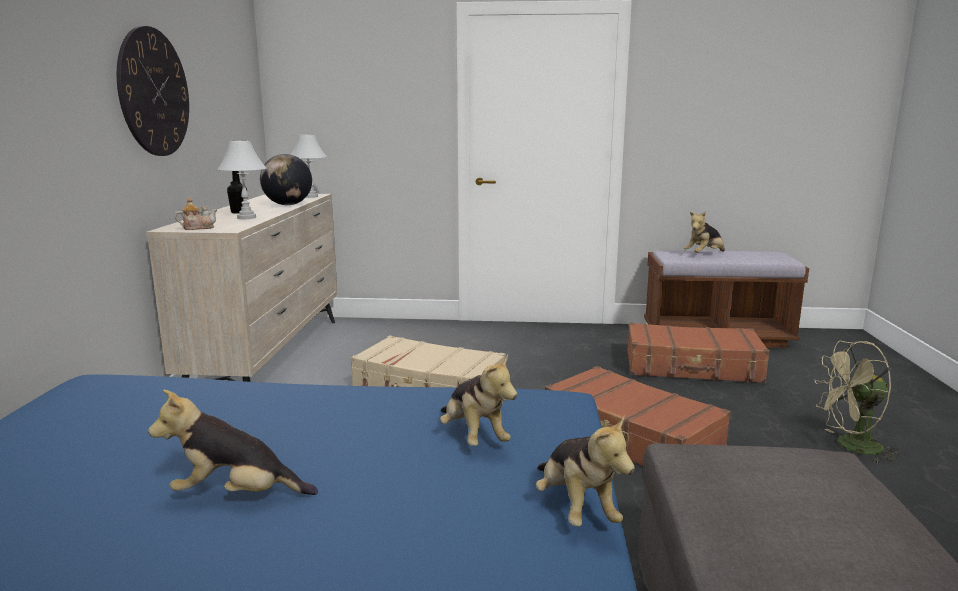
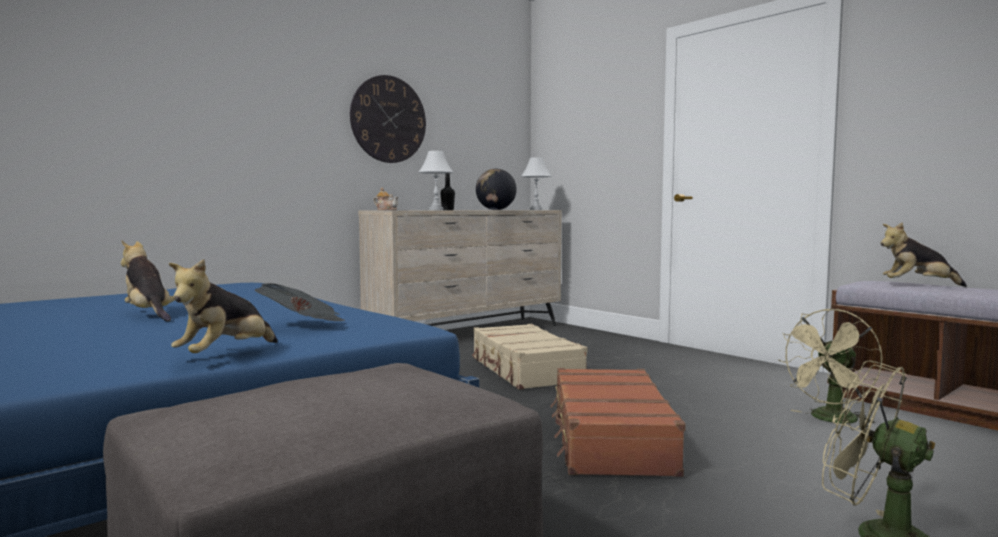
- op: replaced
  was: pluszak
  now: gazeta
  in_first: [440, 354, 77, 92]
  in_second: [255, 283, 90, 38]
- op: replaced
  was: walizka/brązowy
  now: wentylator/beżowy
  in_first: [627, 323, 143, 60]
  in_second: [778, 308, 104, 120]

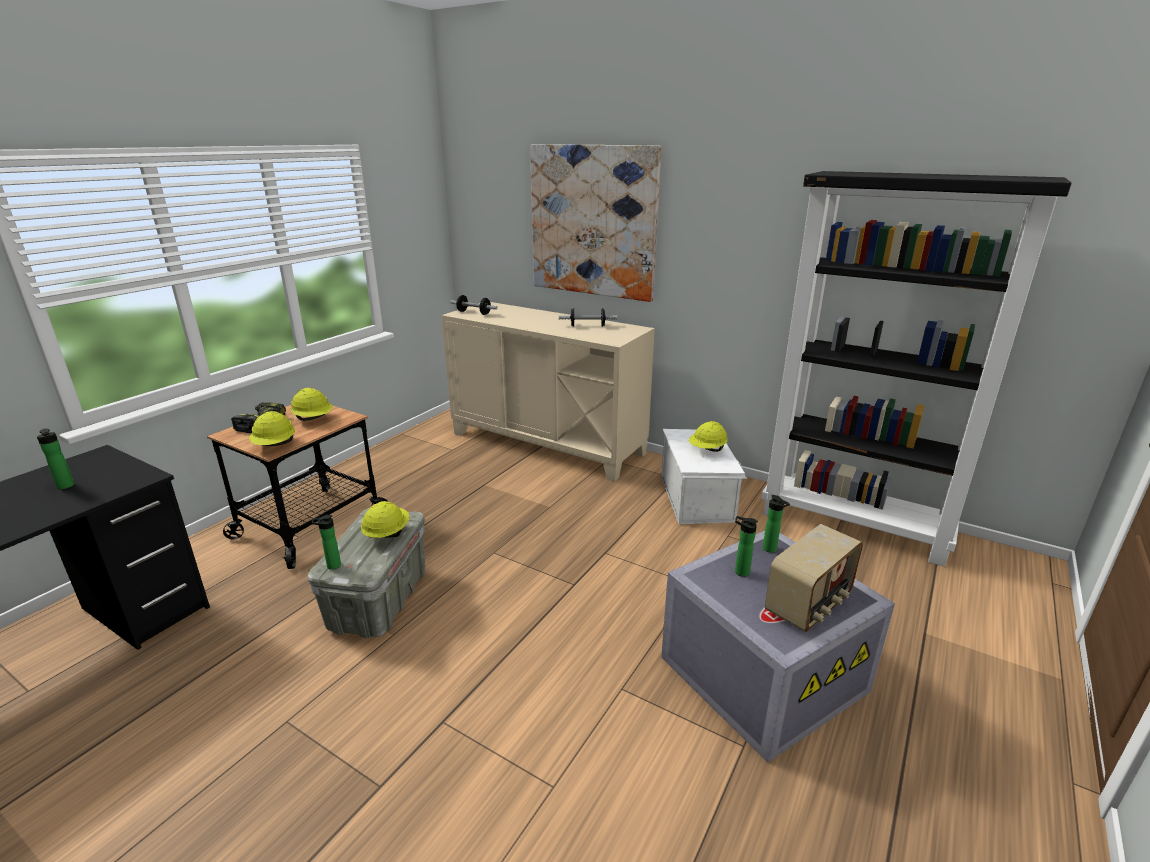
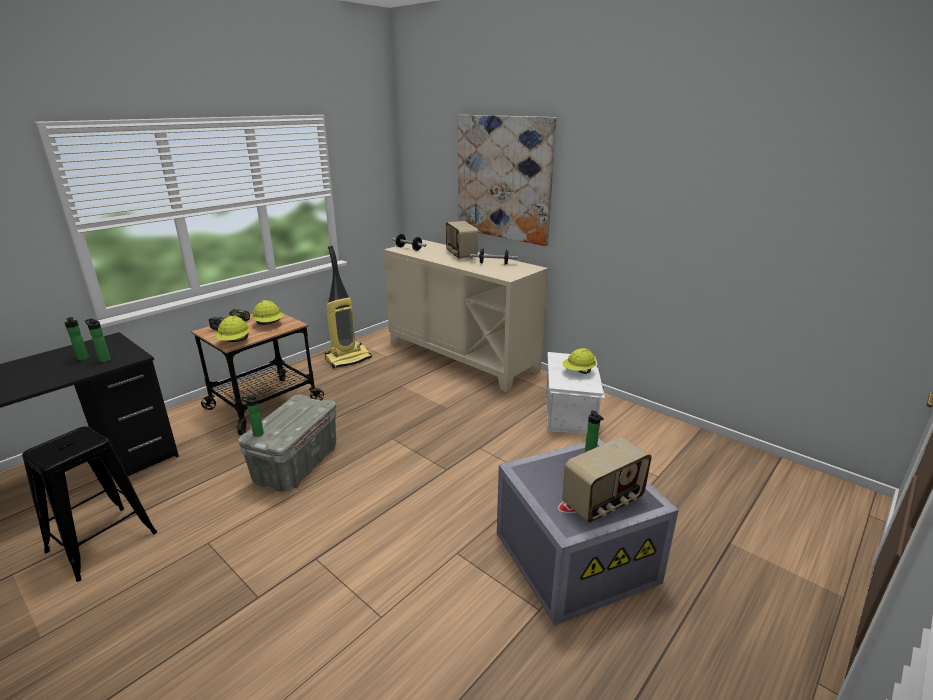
- op: added
  now: stołek/czarny
  in_second: [22, 426, 135, 156]
- op: moved
  was: butelka
  in_first: [735, 516, 23, 61]
  in_second: [85, 318, 26, 44]
- op: added
  now: odkurzacz
  in_second: [325, 246, 47, 122]
- op: added
  now: radio
  in_second: [446, 221, 32, 38]
- op: removed
  was: kask/żółty
  in_first: [361, 501, 48, 37]
- op: removed
  was: regał/czarny
  in_first: [761, 171, 311, 396]

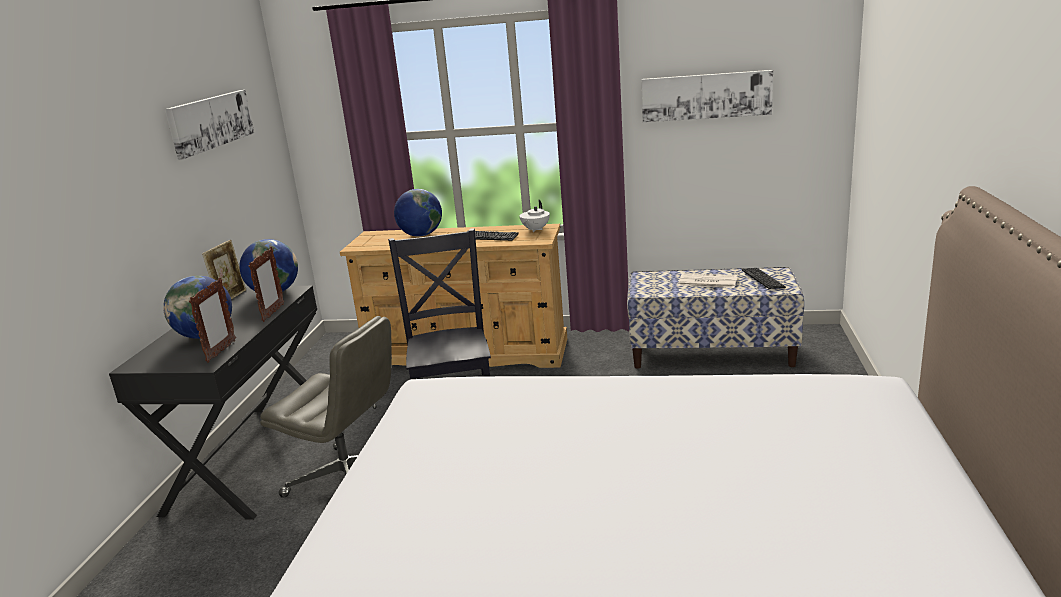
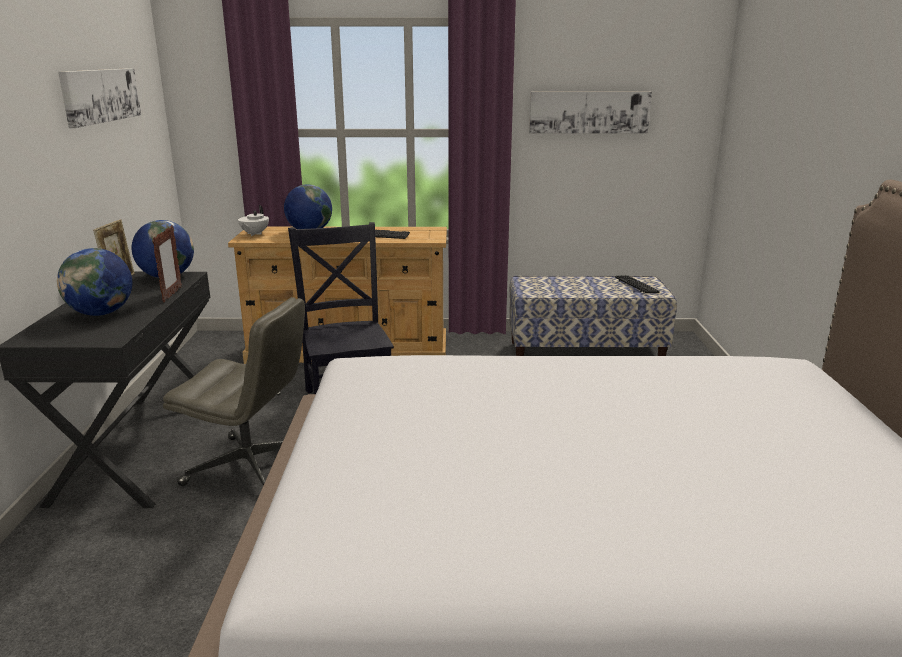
- op: moved
  was: imbryk/biały
  in_first: [520, 200, 30, 32]
  in_second: [238, 205, 31, 31]
- op: removed
  was: ramka na zdjęcie
  in_first: [189, 278, 47, 85]
- op: removed
  was: gazeta
  in_first: [678, 273, 59, 15]

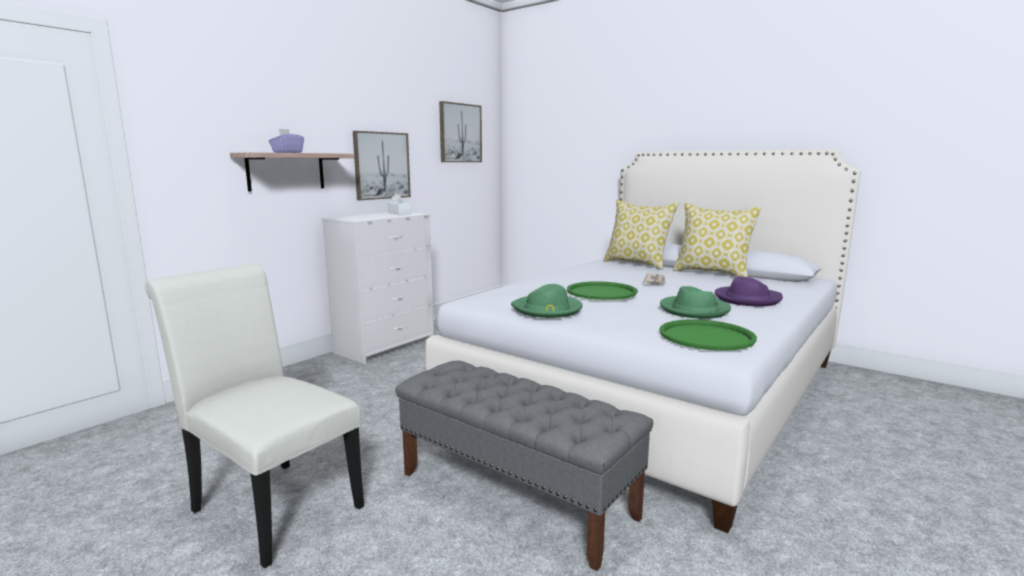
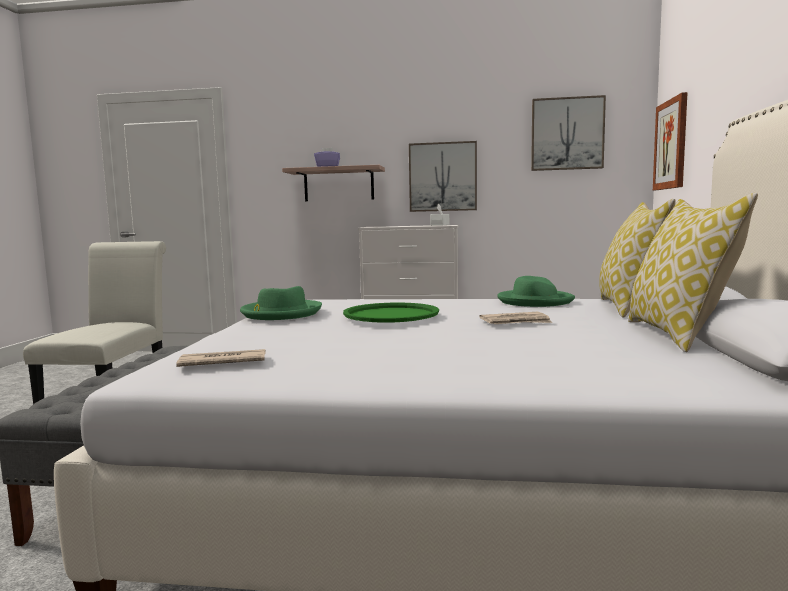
- op: replaced
  was: taca/zielony
  now: gazeta
  in_first: [659, 319, 98, 32]
  in_second: [176, 349, 90, 18]
- op: moved
  was: kapelusz/zielony
  in_first: [660, 286, 71, 33]
  in_second: [497, 276, 78, 31]
- op: added
  now: obraz
  in_second: [653, 92, 35, 98]
- op: removed
  was: kapelusz/fioletowy
  in_first: [715, 276, 68, 31]

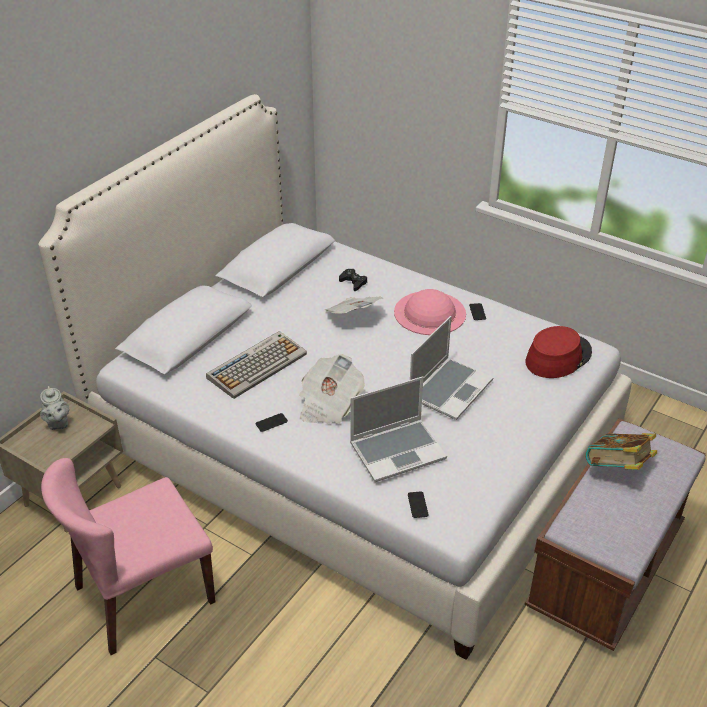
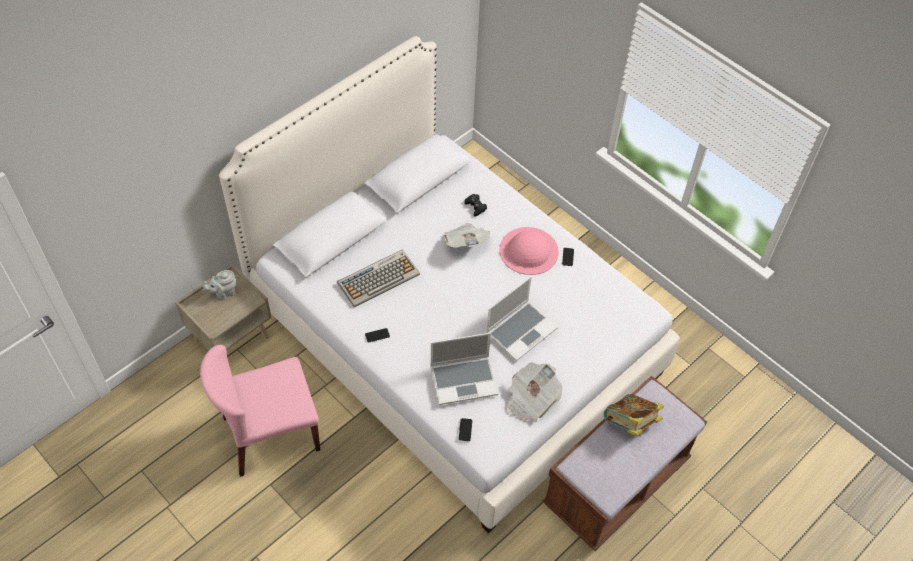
- op: turned
  was: imbryk/szary
  in_first: [40, 386, 29, 44]
  in_second: [203, 270, 33, 29]
  clockwise: 75
- op: moved
  was: gazeta
  in_first: [299, 354, 66, 70]
  in_second: [506, 362, 56, 60]
- op: removed
  was: kapelusz/czerwony
  in_first: [526, 326, 66, 52]

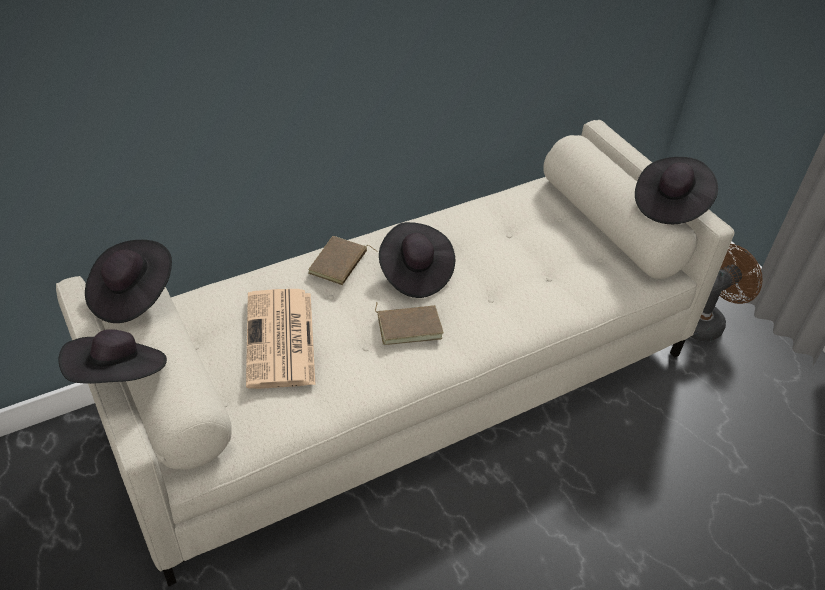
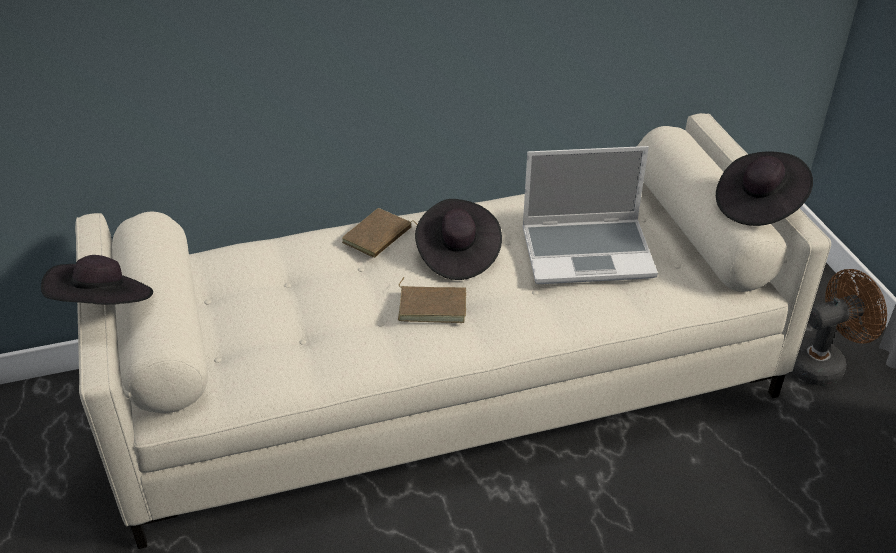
- op: added
  now: laptop
  in_second: [523, 146, 135, 138]
- op: removed
  was: kapelusz/czarny
  in_first: [85, 240, 87, 83]
- op: removed
  was: gazeta
  in_first: [246, 289, 69, 100]

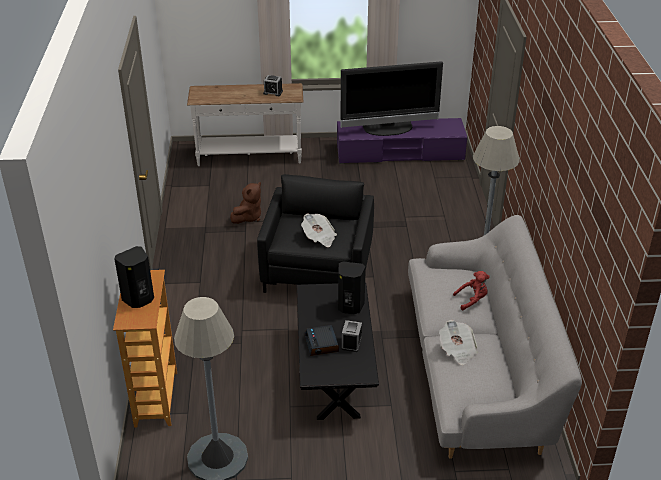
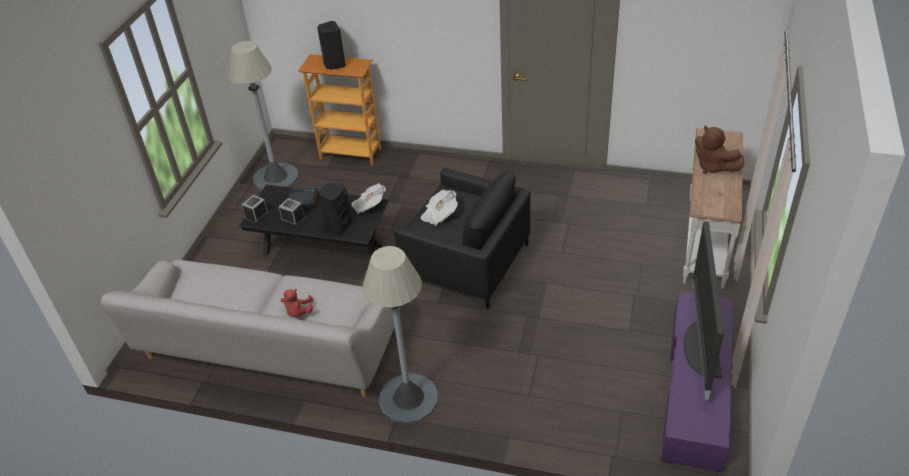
- op: moved
  was: budzik
  in_first: [263, 75, 20, 21]
  in_second: [242, 195, 27, 29]
- op: moved
  was: gazeta
  in_first: [439, 320, 39, 45]
  in_second: [351, 183, 35, 31]
- op: moved
  was: pluszak/brązowy
  in_first: [230, 182, 31, 42]
  in_second: [695, 126, 49, 48]

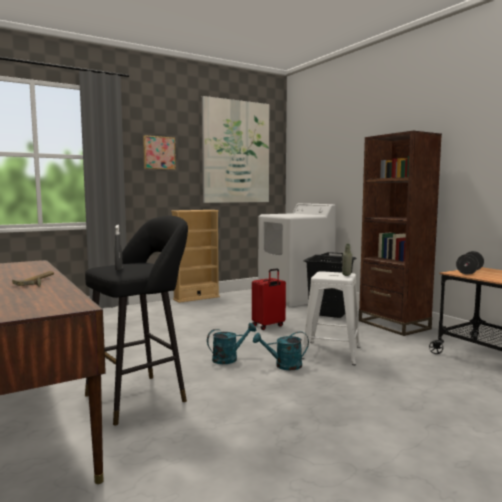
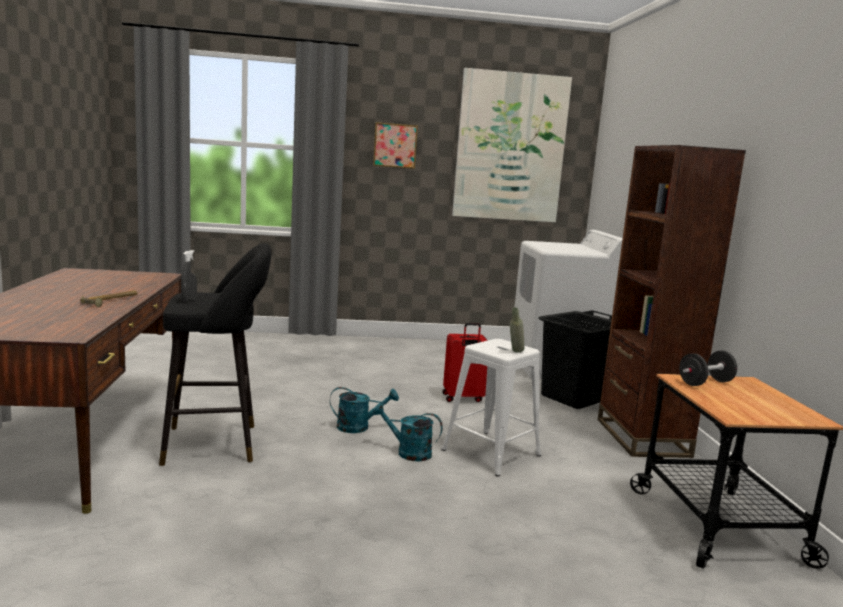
- op: removed
  was: regał/beżowy
  in_first: [171, 210, 49, 93]

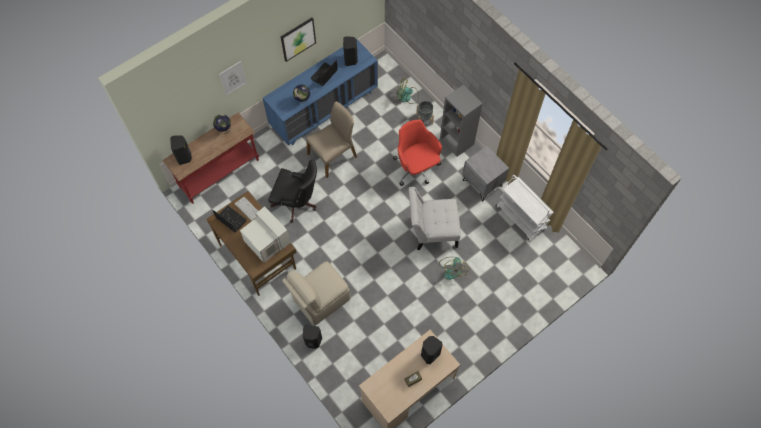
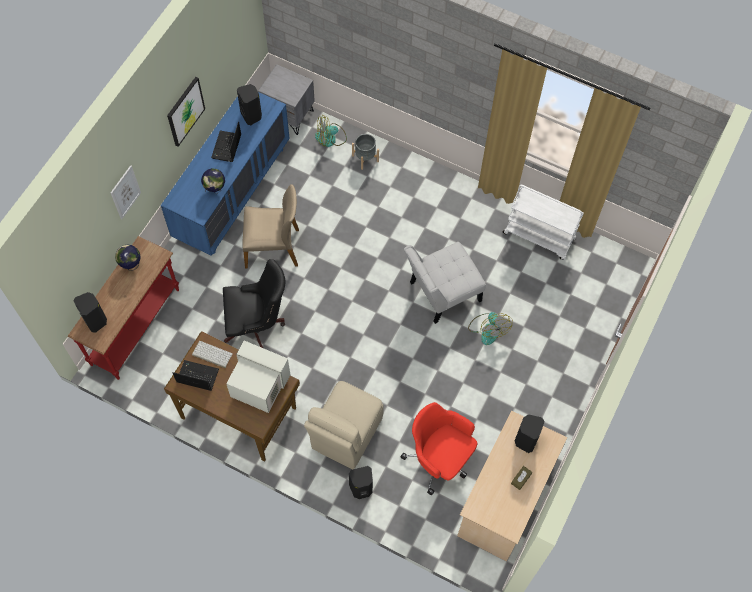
- op: turned
  was: krzesło/beżowy
  in_first: [306, 102, 51, 76]
  in_second: [242, 184, 57, 85]
  clockwise: 60
- op: moved
  was: szafka nocna/szary
  in_first: [462, 146, 47, 55]
  in_second: [258, 64, 57, 71]
- op: moved
  was: krzesło biurowe/czerwony
  in_first: [393, 120, 49, 66]
  in_second: [400, 402, 77, 93]
- op: removed
  was: regał/szary
  in_first: [440, 85, 43, 72]

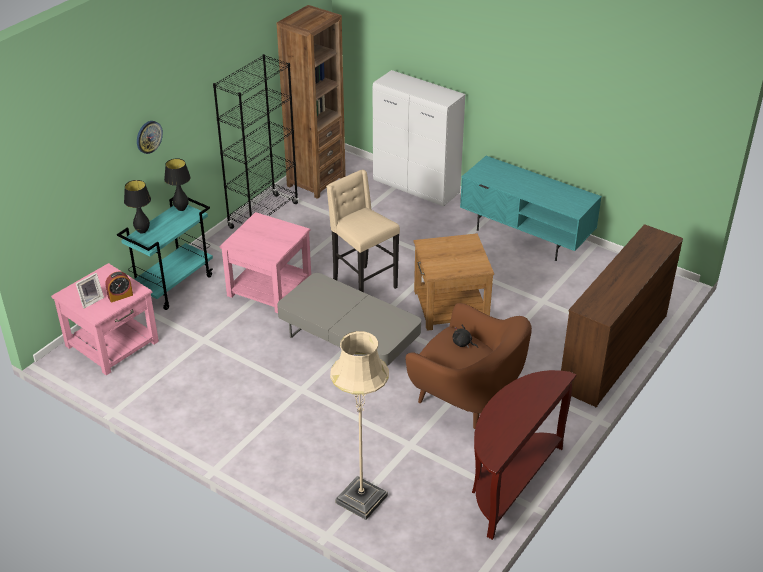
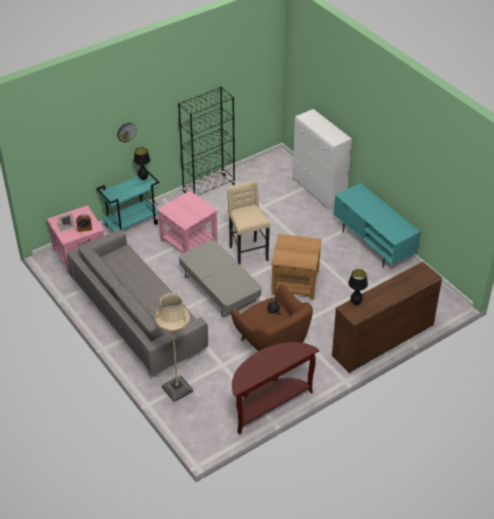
- op: added
  now: kanapa/szary
  in_second: [67, 229, 141, 146]
- op: moved
  was: lampa stołowa/czarny
  in_first: [124, 180, 27, 54]
  in_second: [348, 269, 20, 36]
- op: removed
  was: regał/brązowy
  in_first: [277, 5, 69, 194]

